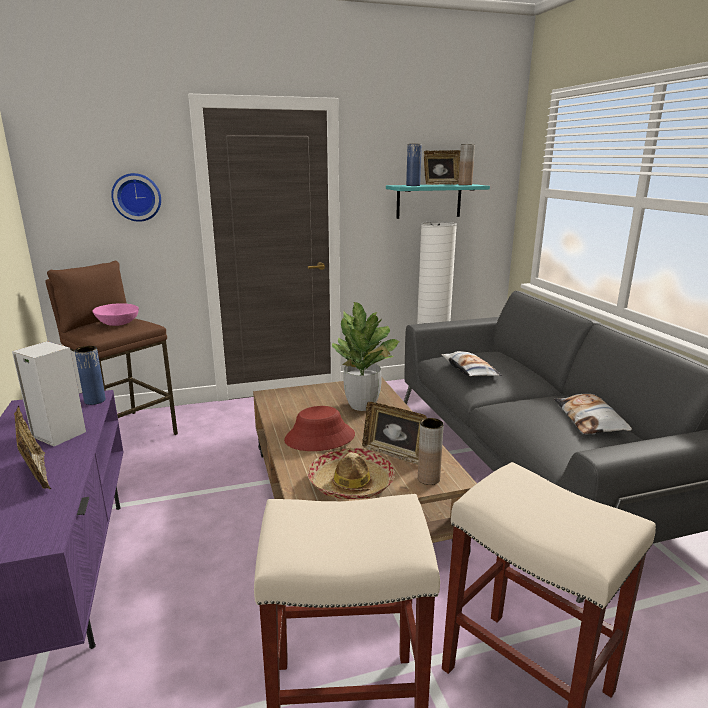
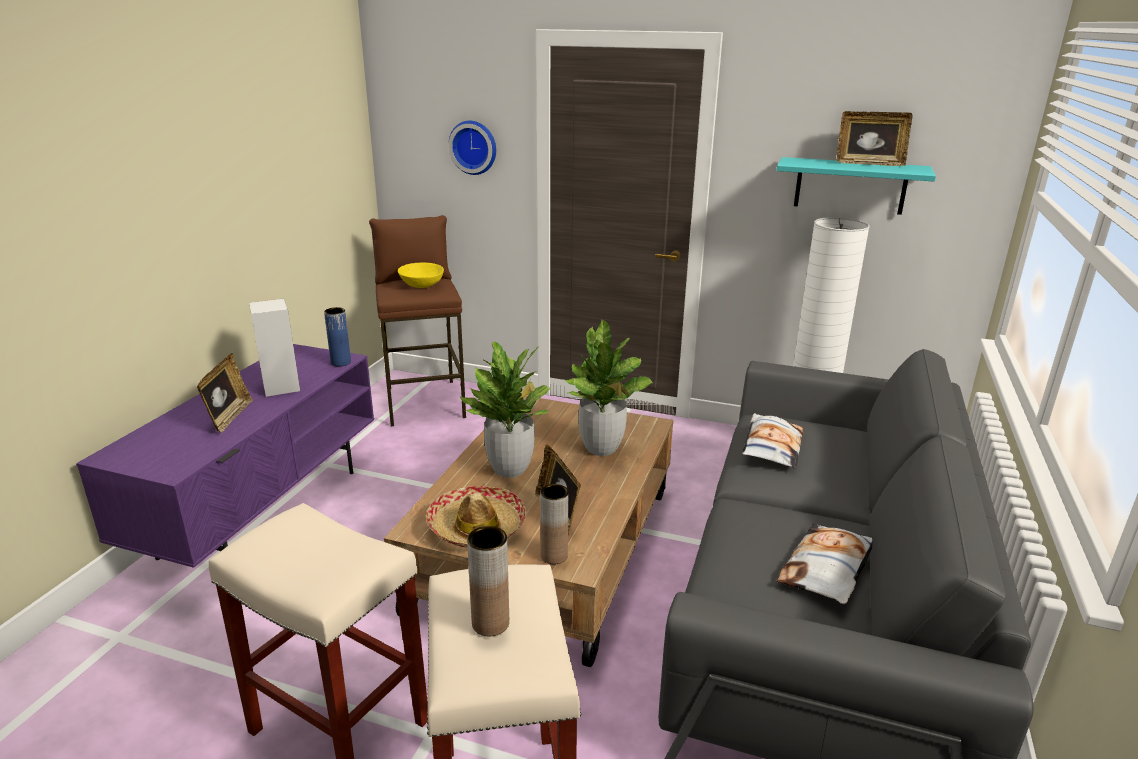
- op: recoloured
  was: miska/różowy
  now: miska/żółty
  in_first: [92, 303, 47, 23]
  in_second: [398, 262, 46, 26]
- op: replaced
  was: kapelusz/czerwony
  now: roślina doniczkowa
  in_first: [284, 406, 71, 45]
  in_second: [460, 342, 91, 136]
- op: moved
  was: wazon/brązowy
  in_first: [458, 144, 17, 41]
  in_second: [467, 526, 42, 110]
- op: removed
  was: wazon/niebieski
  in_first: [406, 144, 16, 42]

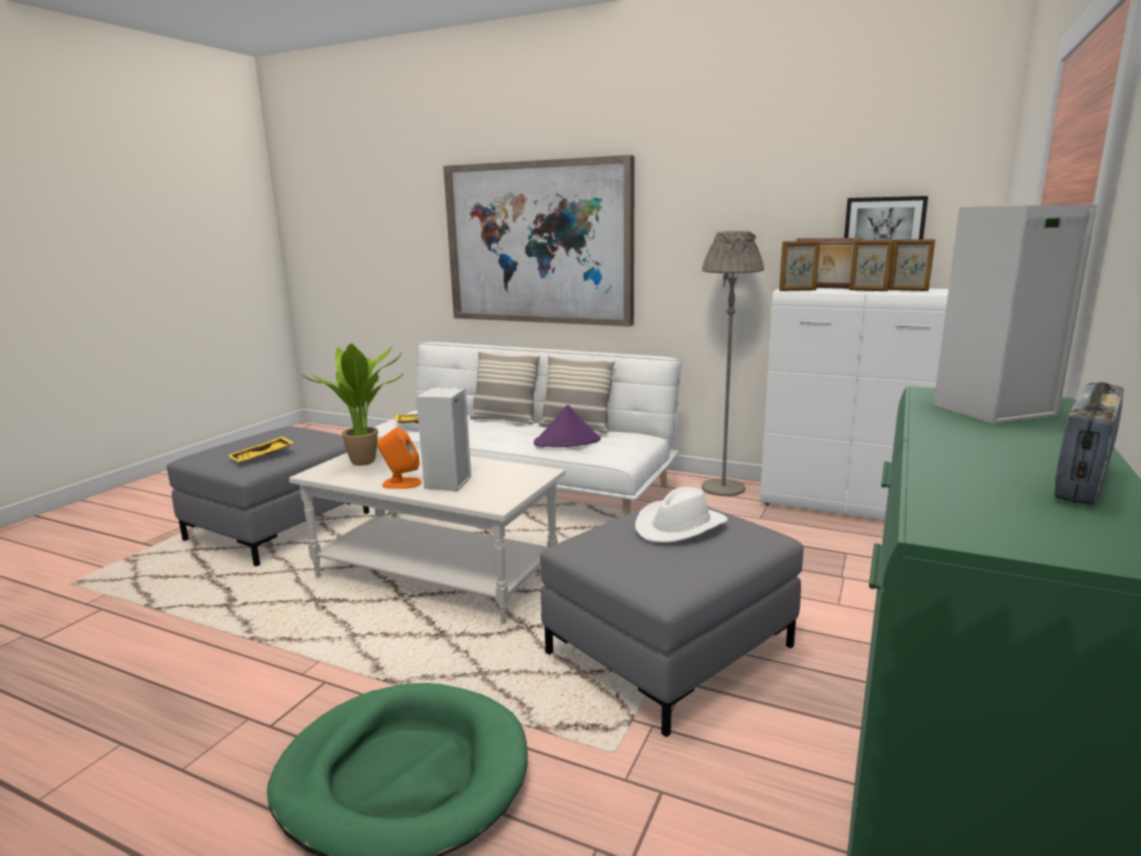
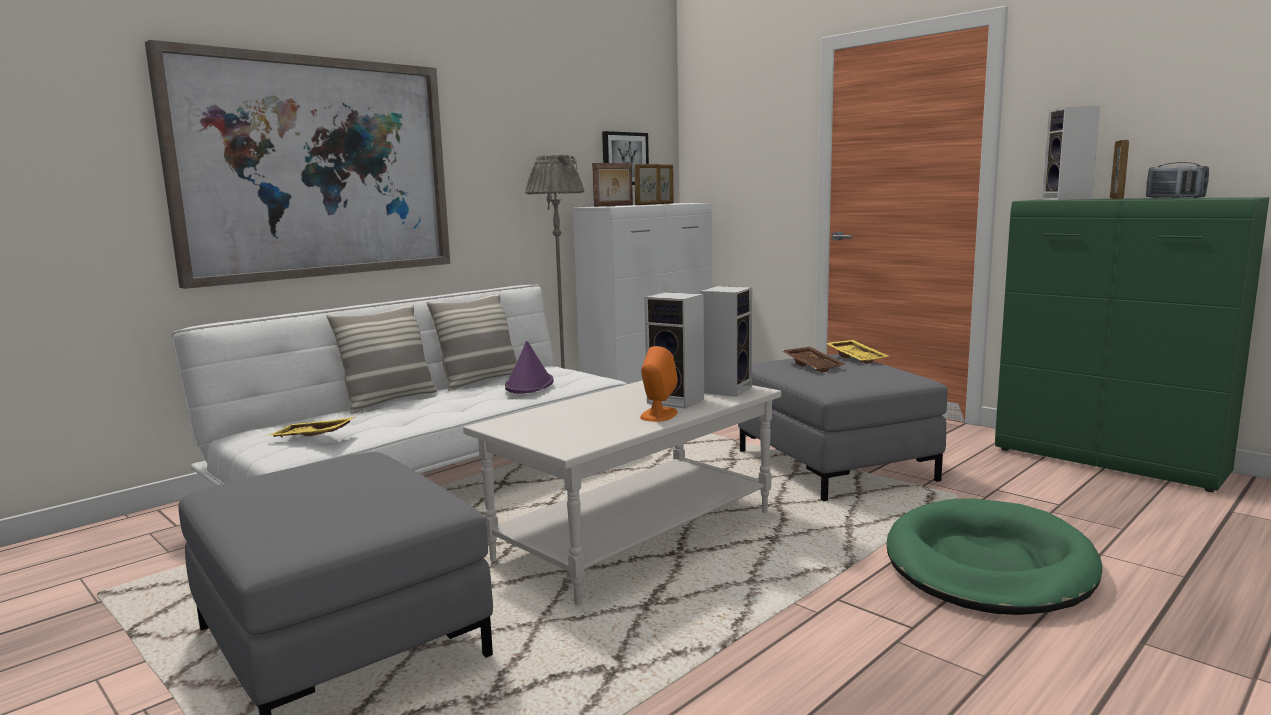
- op: added
  now: głośnik
  in_second: [700, 286, 52, 111]
- op: replaced
  was: kapelusz/biały
  now: taca/brązowy
  in_first: [635, 487, 93, 56]
  in_second: [782, 347, 63, 25]
- op: moved
  was: taca/żółty
  in_first: [228, 436, 66, 26]
  in_second: [826, 340, 62, 24]
- op: moved
  was: ramka na zdjęcie
  in_first: [779, 241, 41, 50]
  in_second: [1110, 140, 19, 59]
- op: removed
  was: roślina doniczkowa
  in_first: [302, 344, 101, 122]

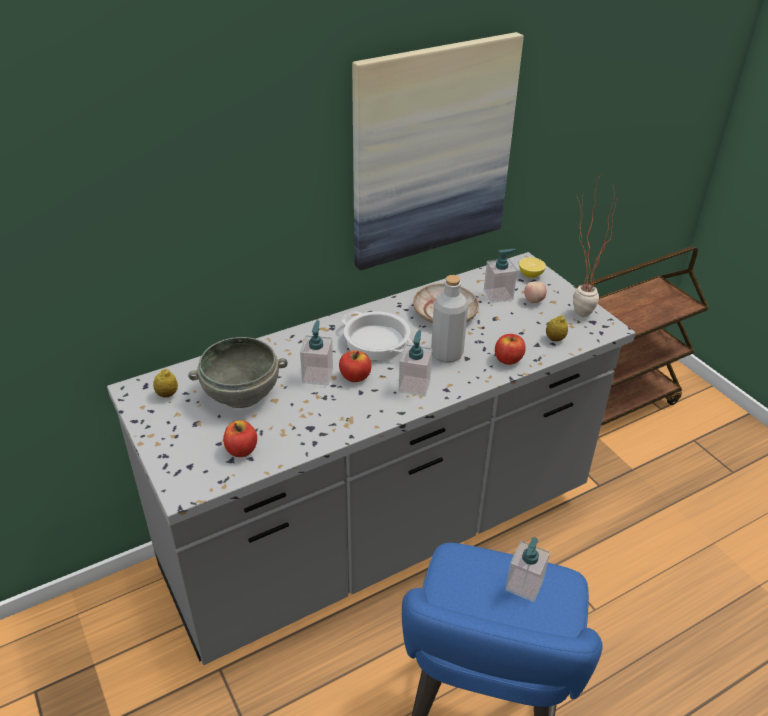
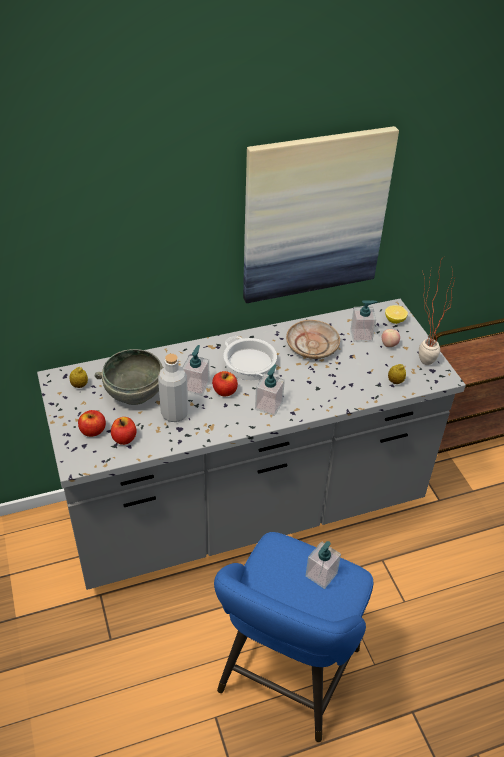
- op: moved
  was: jabłko
  in_first: [495, 334, 31, 31]
  in_second: [78, 410, 28, 27]
- op: moved
  was: butelka/szary
  in_first: [431, 275, 37, 88]
  in_second: [158, 354, 30, 68]

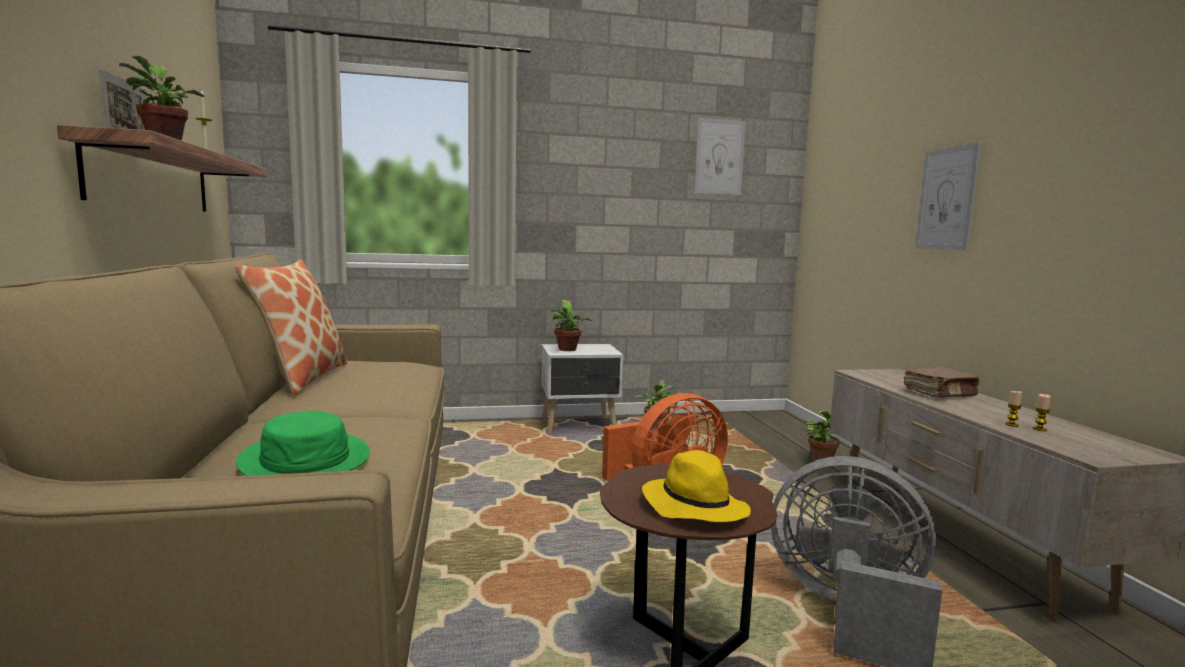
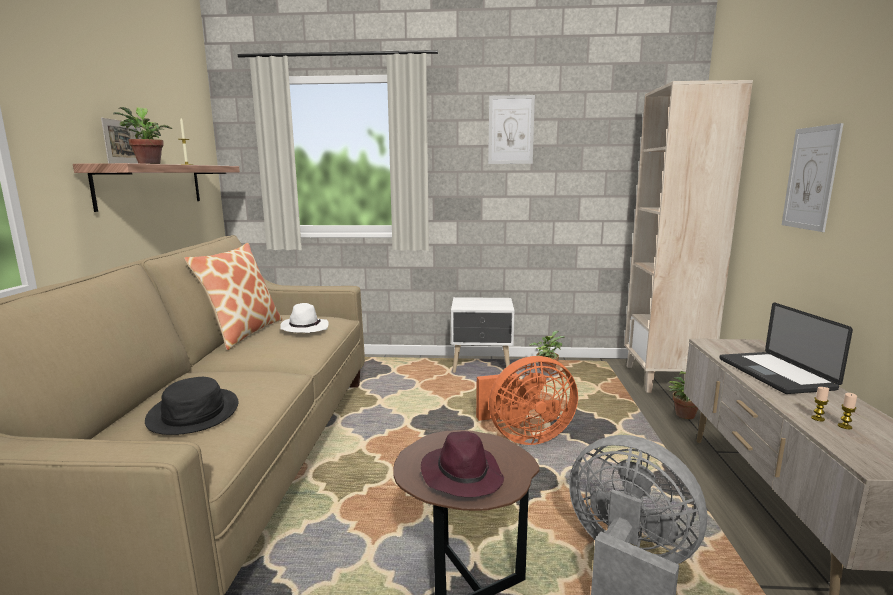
- op: recoloured
  was: kapelusz/zielony
  now: kapelusz/czarny
  in_first: [236, 411, 134, 65]
  in_second: [145, 377, 93, 58]
- op: added
  now: kapelusz/biały
  in_second: [280, 303, 49, 30]
- op: recoloured
  was: kapelusz/żółty
  now: kapelusz/fioletowy
  in_first: [642, 450, 109, 72]
  in_second: [421, 431, 83, 66]
- op: moved
  was: obraz
  in_first: [694, 118, 52, 77]
  in_second: [488, 95, 47, 69]
- op: added
  now: regał/beżowy
  in_second: [624, 80, 129, 313]
- op: replaced
  was: książka/brązowy
  now: laptop
  in_first: [904, 366, 75, 32]
  in_second: [719, 302, 134, 92]
- op: removed
  was: roślina doniczkowa
  in_first: [551, 300, 40, 51]

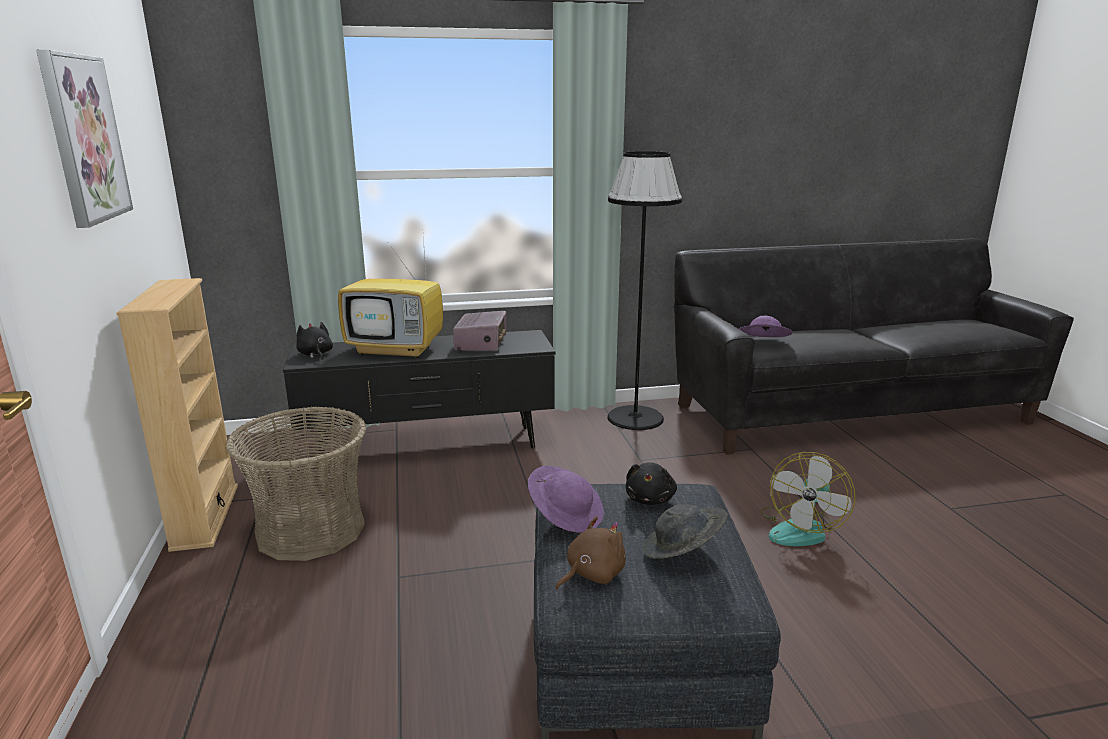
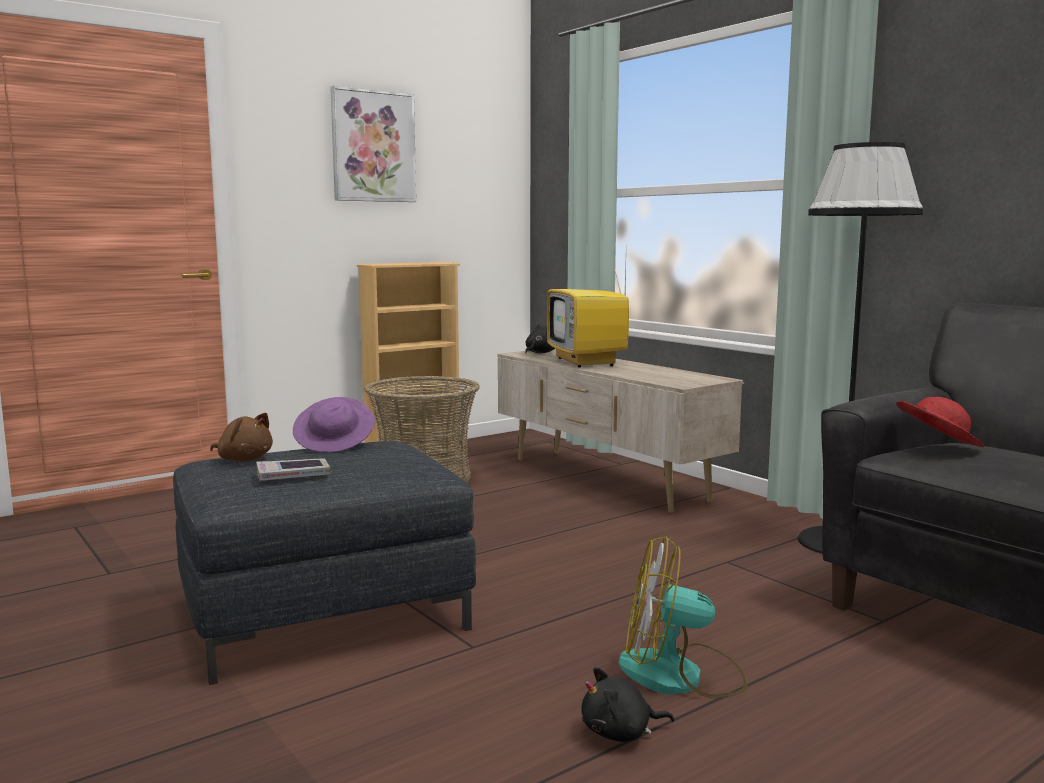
- op: replaced
  was: kapelusz/szary
  now: książka
  in_first: [642, 504, 86, 55]
  in_second: [256, 459, 75, 22]
- op: recoloured
  was: szafka pod telewizor/czarny
  now: szafka pod telewizor/beżowy
  in_first: [283, 330, 273, 133]
  in_second: [497, 349, 247, 164]
- op: moved
  was: pluszak/czarny
  in_first: [626, 462, 51, 43]
  in_second: [581, 667, 93, 75]
- op: recoloured
  was: kapelusz/fioletowy
  now: kapelusz/czerwony
  in_first: [739, 316, 54, 21]
  in_second: [896, 397, 88, 50]
- op: removed
  was: radio
  in_first: [453, 311, 54, 40]

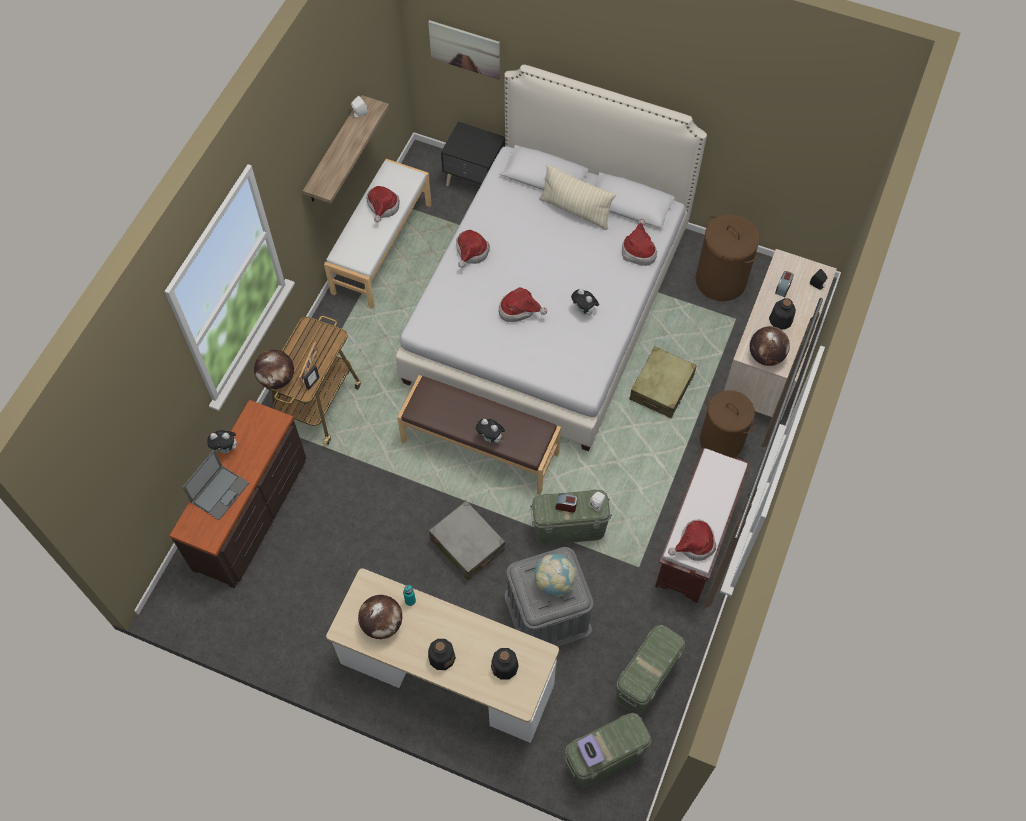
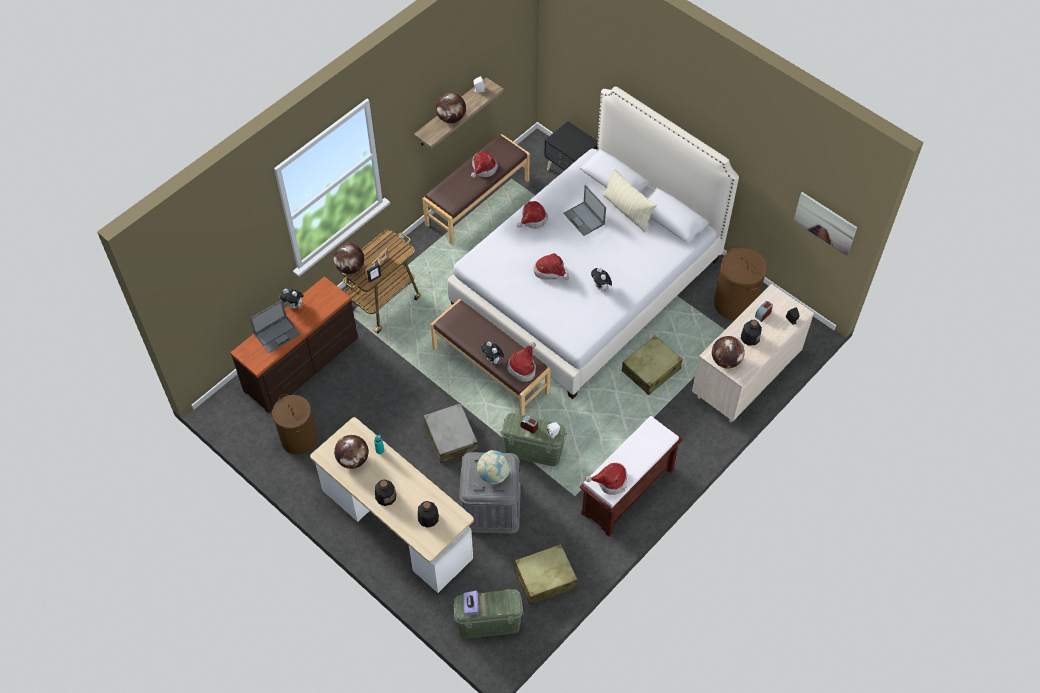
- op: moved
  was: kosz na pranie/brązowy
  in_first: [700, 390, 55, 68]
  in_second: [272, 394, 46, 61]
- op: recoloured
  was: ławka/biały
  now: ławka/brązowy
  in_first: [324, 159, 108, 150]
  in_second: [422, 134, 108, 111]
- op: added
  now: globus
  in_second: [436, 92, 30, 31]
- op: moved
  was: kapelusz
  in_first: [622, 219, 35, 47]
  in_second: [507, 342, 29, 40]
- op: replaced
  was: pojemnik do przechowywania/zielony
  now: walizka/beżowy
  in_first: [616, 625, 69, 90]
  in_second: [514, 544, 64, 61]
- op: added
  now: laptop
  in_second: [563, 185, 43, 51]
- op: moved
  was: obraz
  in_first: [428, 20, 72, 60]
  in_second: [793, 192, 64, 64]

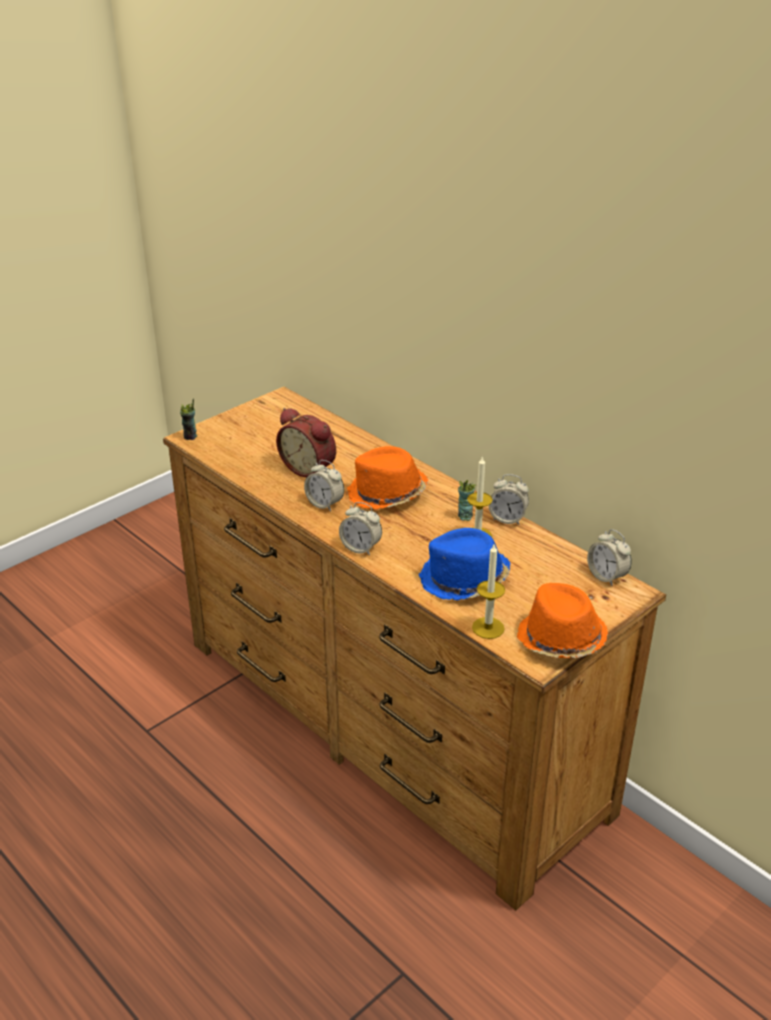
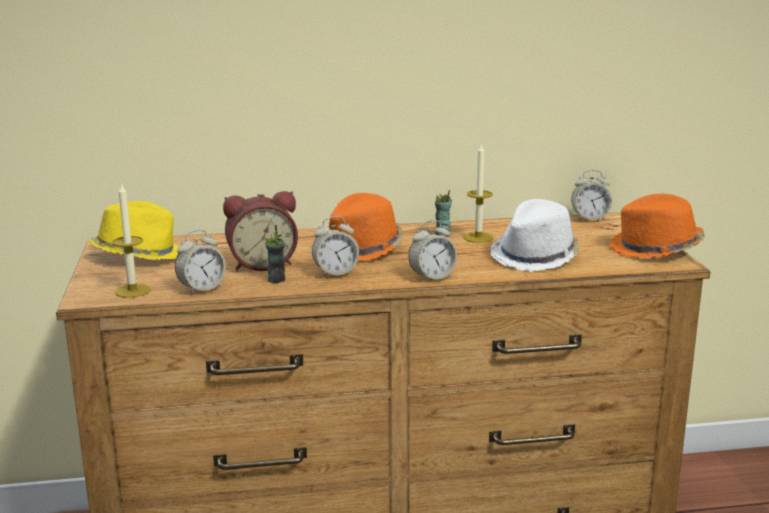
- op: added
  now: kapelusz/żółty
  in_second: [89, 201, 90, 59]
- op: moved
  was: świeca
  in_first: [472, 544, 33, 95]
  in_second: [112, 182, 38, 116]
- op: moved
  was: budzik
  in_first: [488, 474, 41, 51]
  in_second: [175, 230, 51, 65]
- op: moved
  was: filiżanka
  in_first: [180, 399, 17, 41]
  in_second: [264, 225, 21, 58]
- op: recoloured
  was: kapelusz/niebieski
  now: kapelusz/biały
  in_first: [419, 528, 91, 73]
  in_second: [491, 199, 89, 73]

